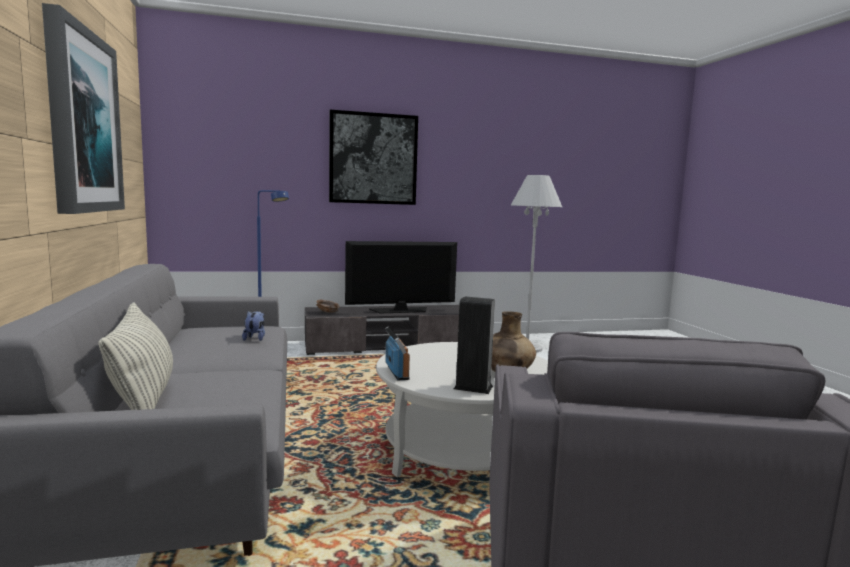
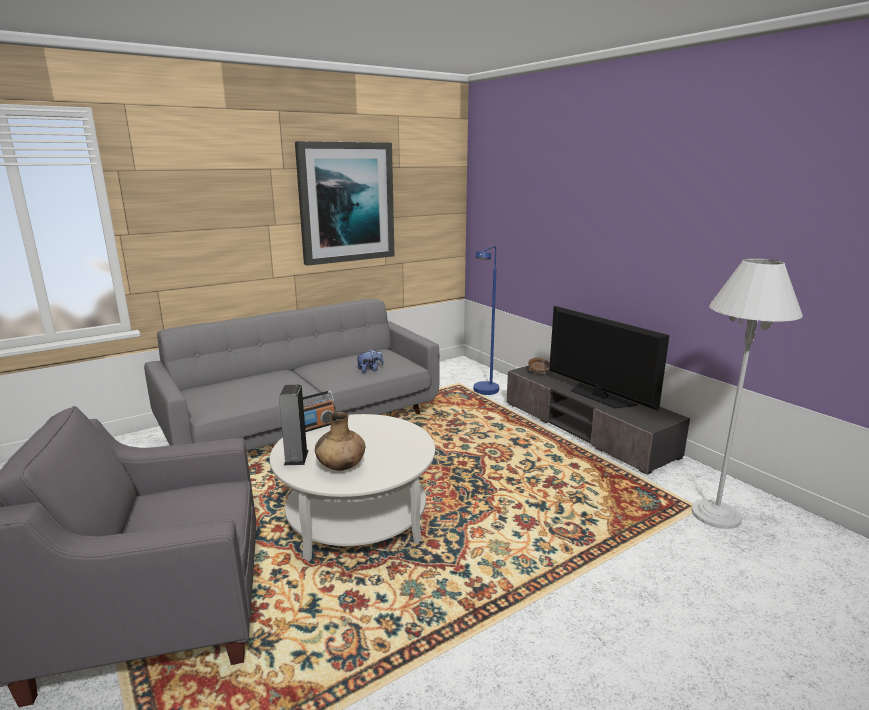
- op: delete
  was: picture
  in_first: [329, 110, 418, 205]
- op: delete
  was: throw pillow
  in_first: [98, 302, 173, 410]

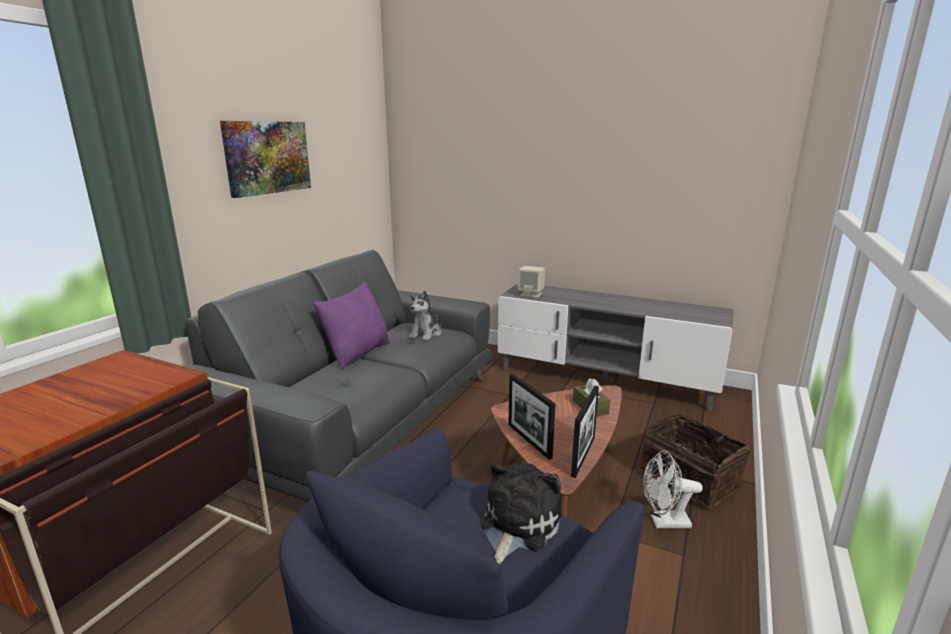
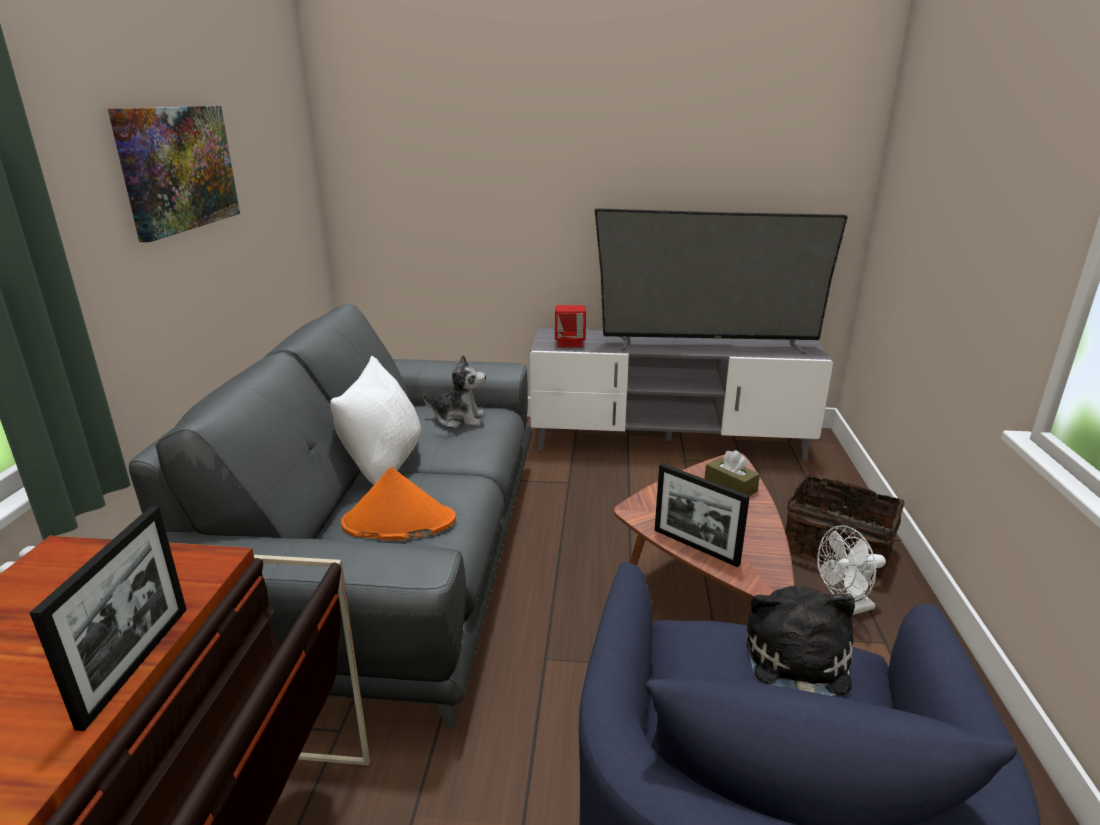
- op: recolor
  was: beige loudspeaker
  now: red-coloured loudspeaker
  in_first: [518, 266, 545, 298]
  in_second: [555, 305, 586, 347]
- op: recolor
  was: purplish throw pillow
  now: whitish throw pillow
  in_first: [314, 282, 389, 369]
  in_second: [330, 356, 421, 485]
- op: rotate
  was: plush toy
  in_first: [409, 291, 442, 341]
  in_second: [423, 355, 486, 428]
  clockwise: -90
- op: move
  was: picture frame
  in_first: [571, 386, 599, 478]
  in_second: [30, 507, 187, 731]
- op: insert
  now: TV set
  in_second: [595, 208, 848, 354]
- op: insert
  now: orange-coloured clothing hat
  in_second: [341, 467, 456, 540]

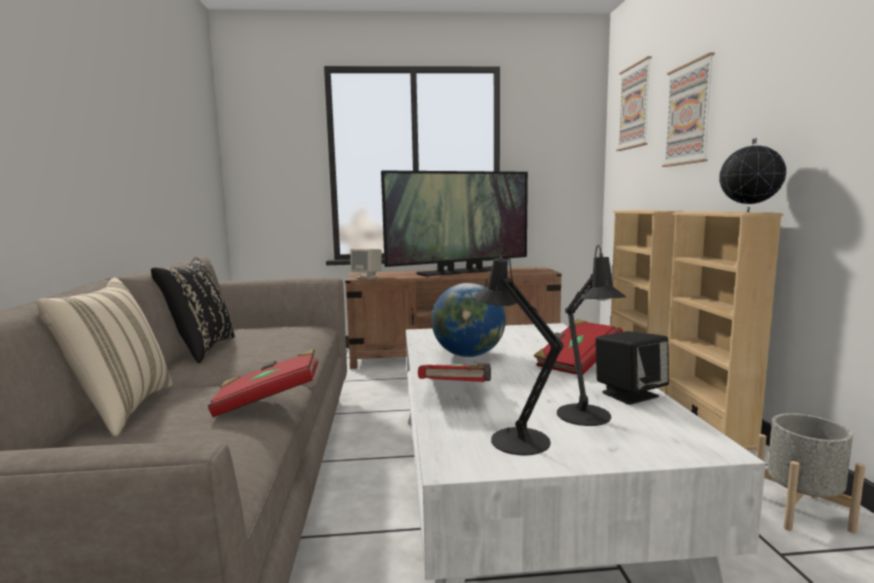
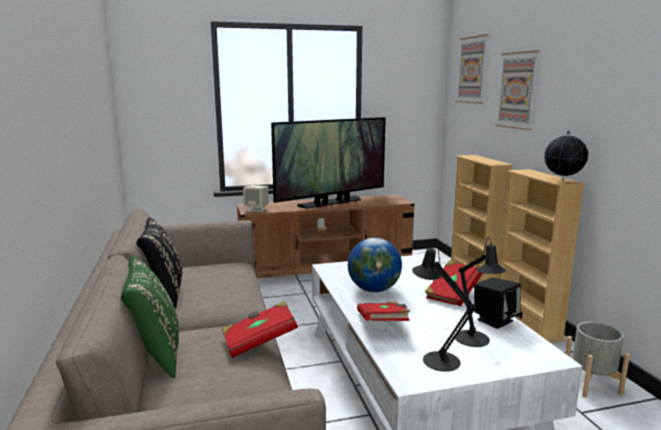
- op: recolor
  was: beige throw pillow
  now: green-coloured throw pillow
  in_first: [37, 277, 173, 436]
  in_second: [121, 256, 179, 378]

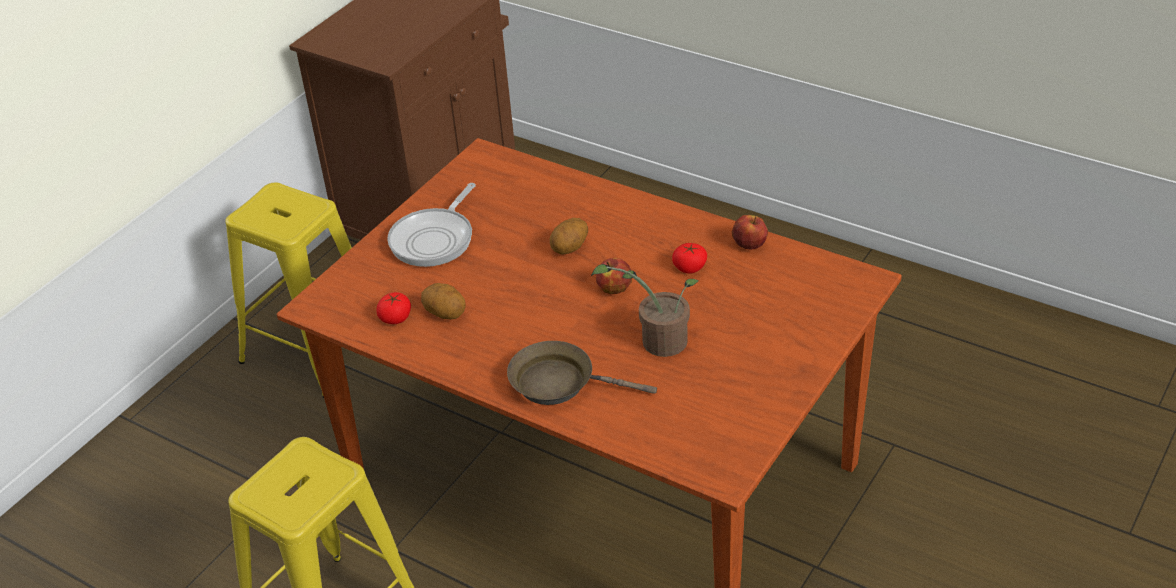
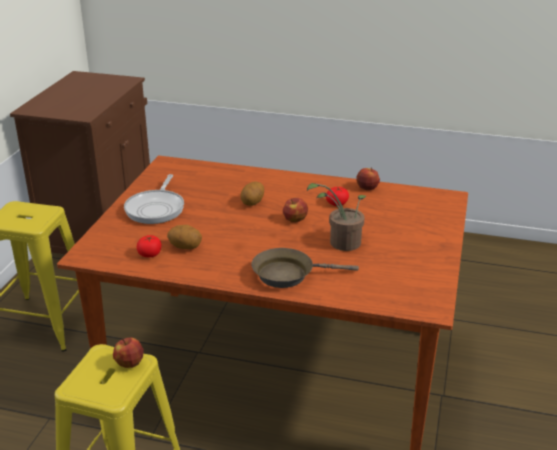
- op: insert
  now: apple fruit
  in_second: [113, 338, 143, 368]

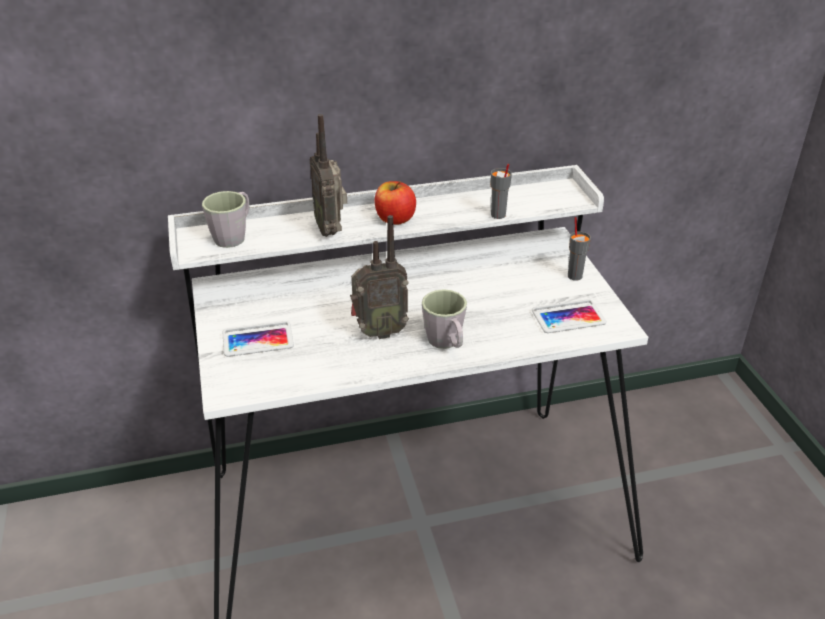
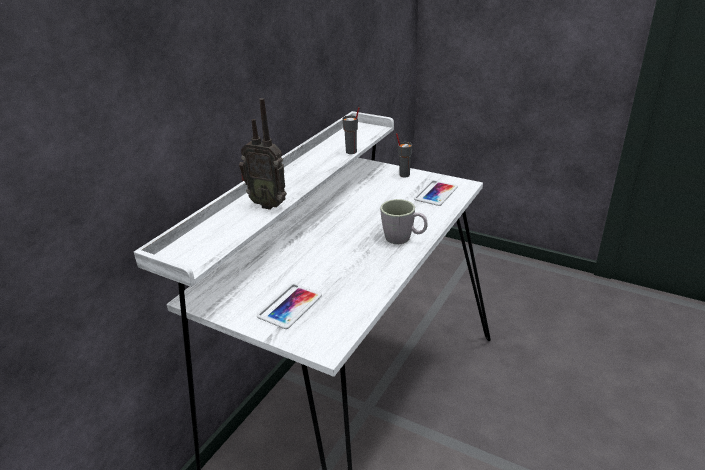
- op: delete
  was: apple fruit
  in_first: [375, 181, 416, 225]
- op: delete
  was: grey mug
  in_first: [202, 191, 250, 248]
- op: delete
  was: radio
  in_first: [350, 215, 409, 339]

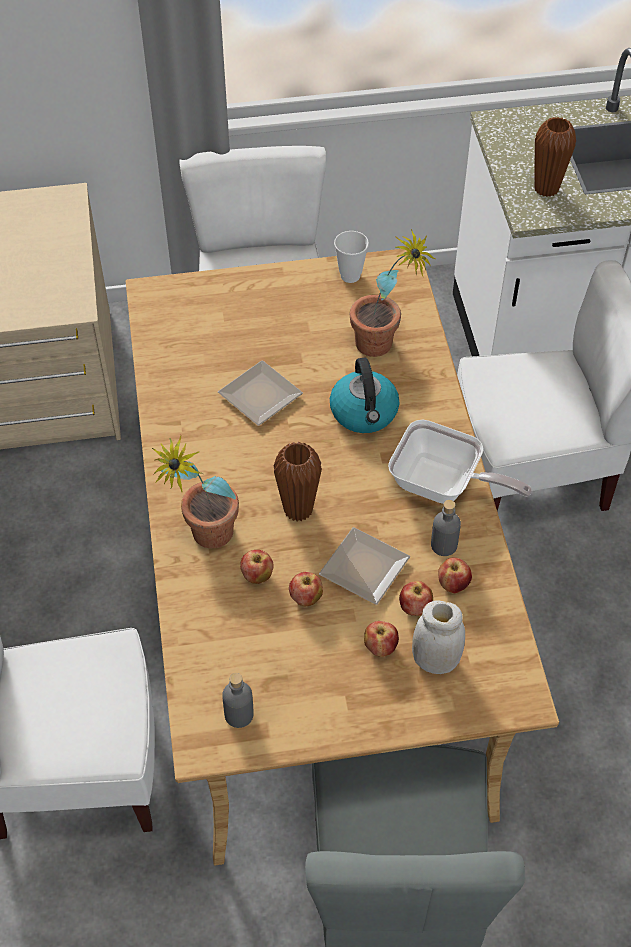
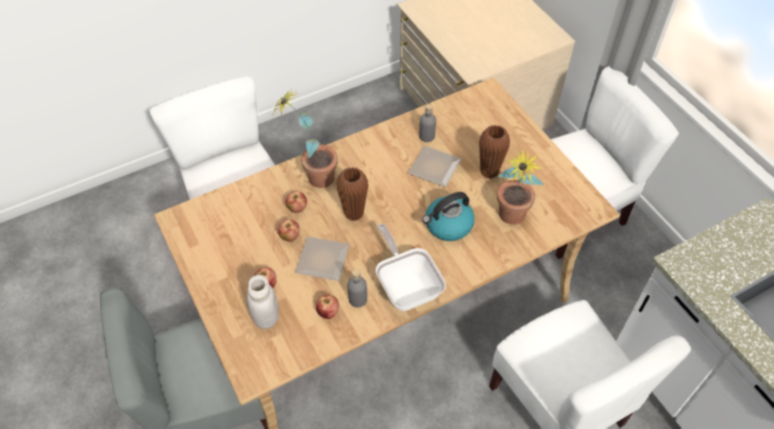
- op: move
  was: brown flower vase
  in_first: [534, 117, 576, 197]
  in_second: [479, 125, 510, 179]
- op: delete
  was: drinking cup
  in_first: [334, 231, 369, 283]
- op: rotate
  was: skillet
  in_first: [388, 420, 532, 504]
  in_second: [375, 223, 446, 311]
  clockwise: 150
- op: delete
  was: apple fruit
  in_first: [399, 581, 433, 616]
- op: move
  was: grey drink bottle
  in_first: [222, 673, 253, 728]
  in_second: [419, 104, 436, 142]

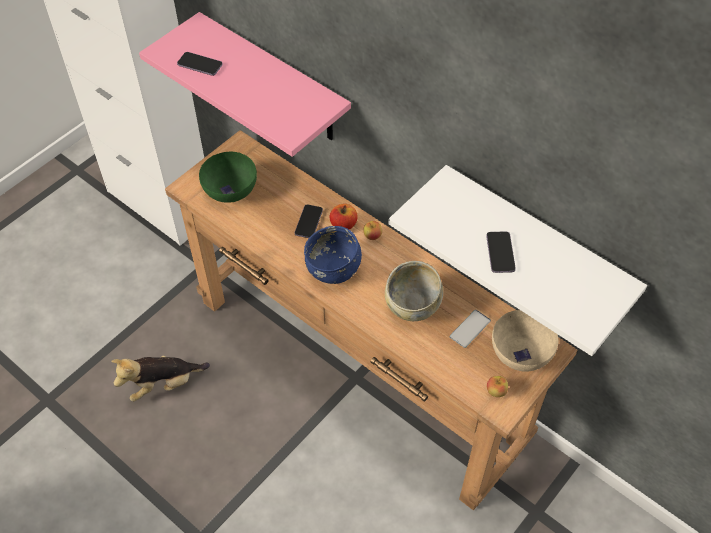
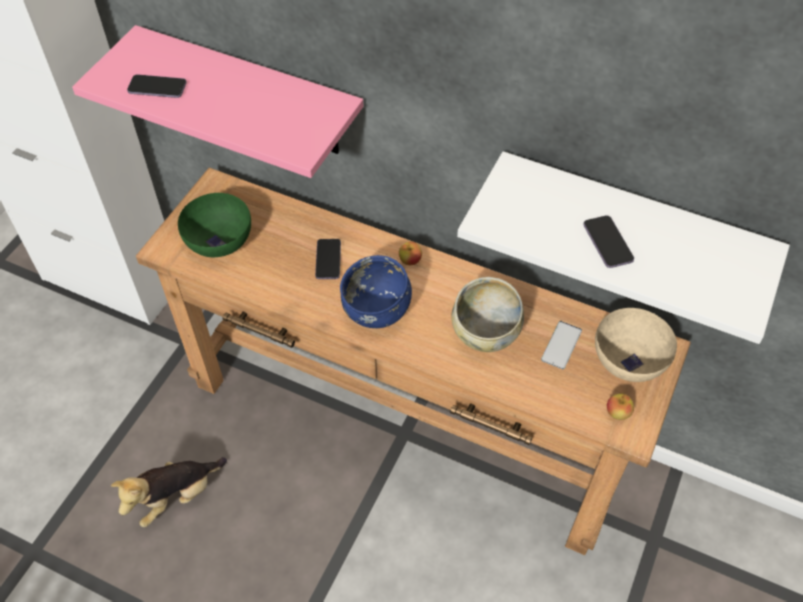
- op: delete
  was: apple fruit
  in_first: [330, 204, 358, 230]

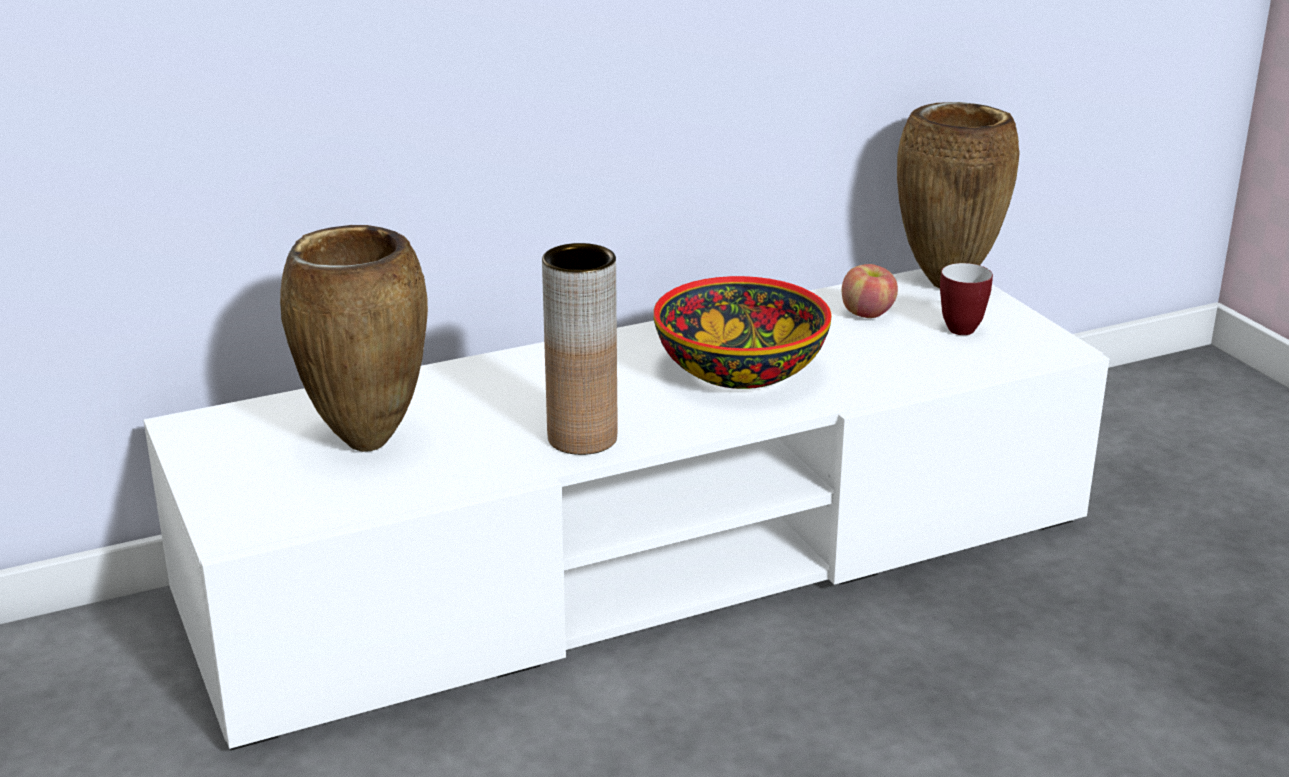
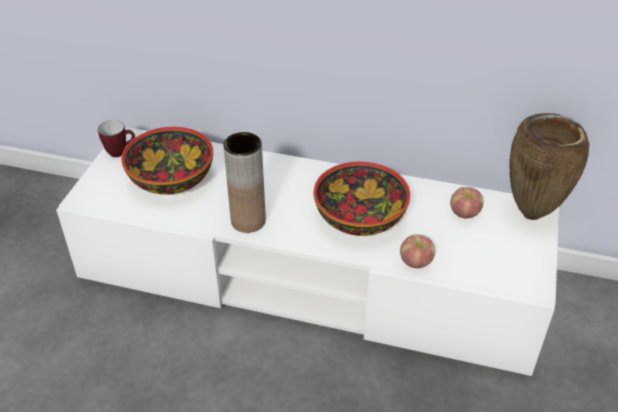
- op: replace
  was: brown flower vase
  now: bowl
  in_first: [280, 225, 428, 452]
  in_second: [121, 127, 213, 195]
- op: move
  was: mug
  in_first: [940, 263, 993, 335]
  in_second: [98, 120, 135, 157]
- op: insert
  now: apple fruit
  in_second: [400, 234, 435, 268]

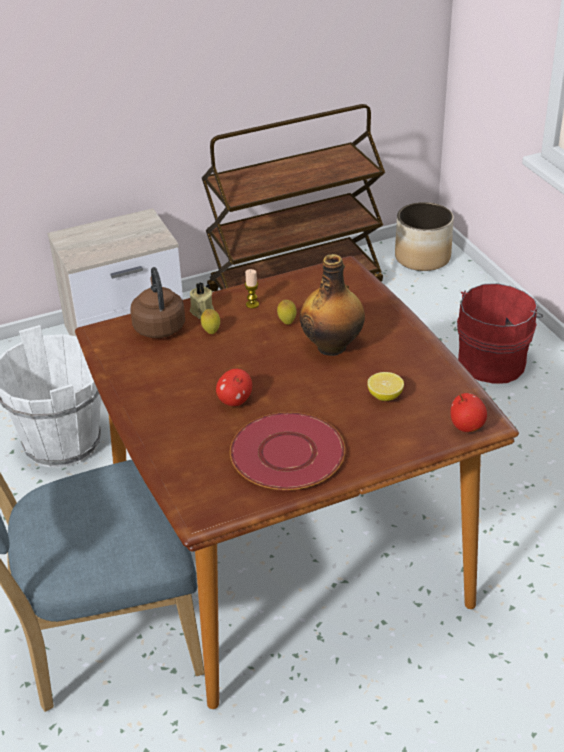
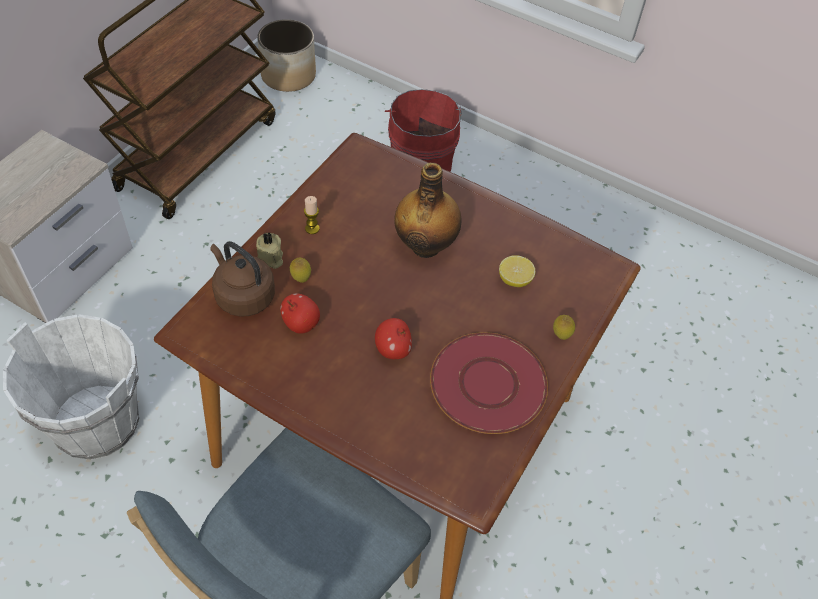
- op: move
  was: citrus fruit
  in_first: [277, 300, 297, 325]
  in_second: [553, 315, 575, 340]
- op: move
  was: apple fruit
  in_first: [451, 393, 487, 432]
  in_second: [280, 293, 320, 334]

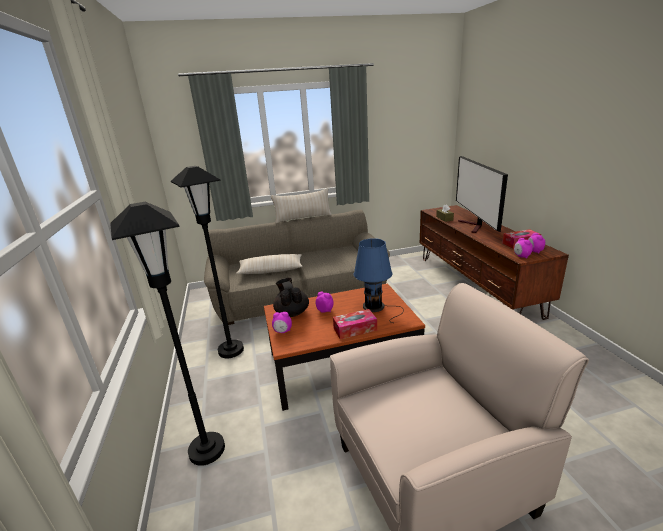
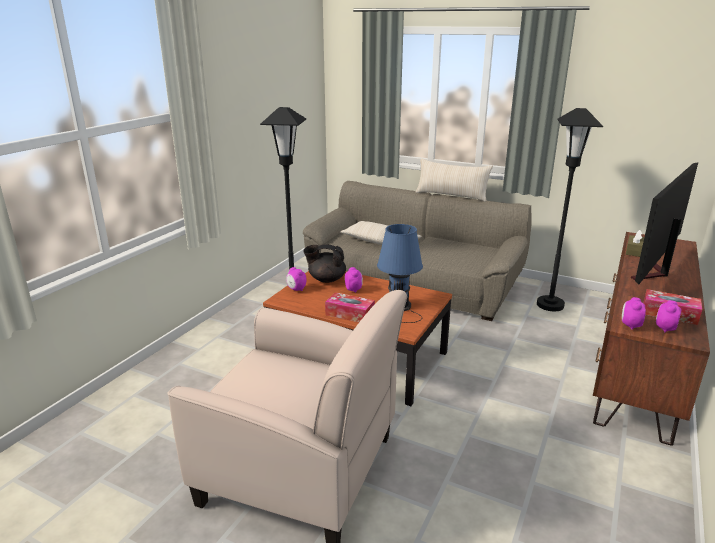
- op: move
  was: black-coloured standard lamp
  in_first: [110, 202, 225, 466]
  in_second: [537, 108, 603, 311]
- op: rotate
  was: black-coloured pot for tea
  in_first: [273, 278, 309, 317]
  in_second: [303, 244, 346, 283]
  clockwise: -105

